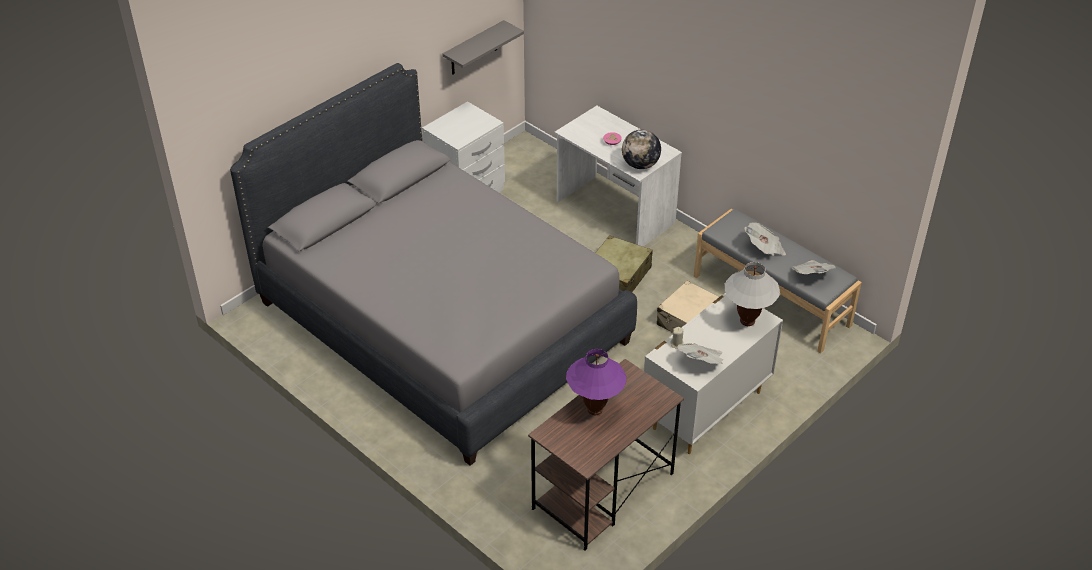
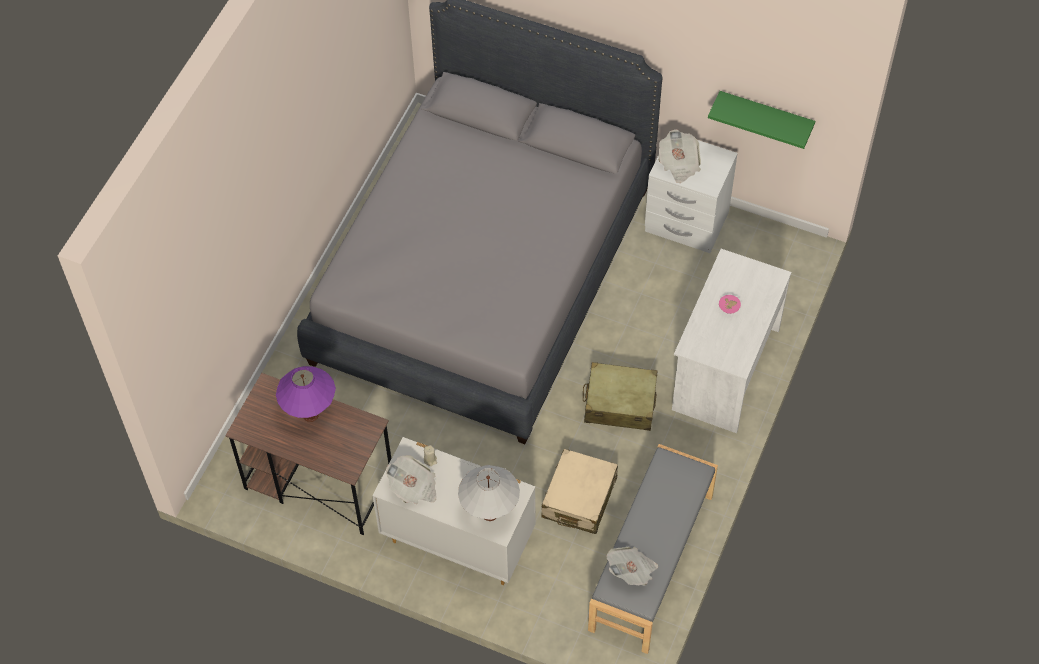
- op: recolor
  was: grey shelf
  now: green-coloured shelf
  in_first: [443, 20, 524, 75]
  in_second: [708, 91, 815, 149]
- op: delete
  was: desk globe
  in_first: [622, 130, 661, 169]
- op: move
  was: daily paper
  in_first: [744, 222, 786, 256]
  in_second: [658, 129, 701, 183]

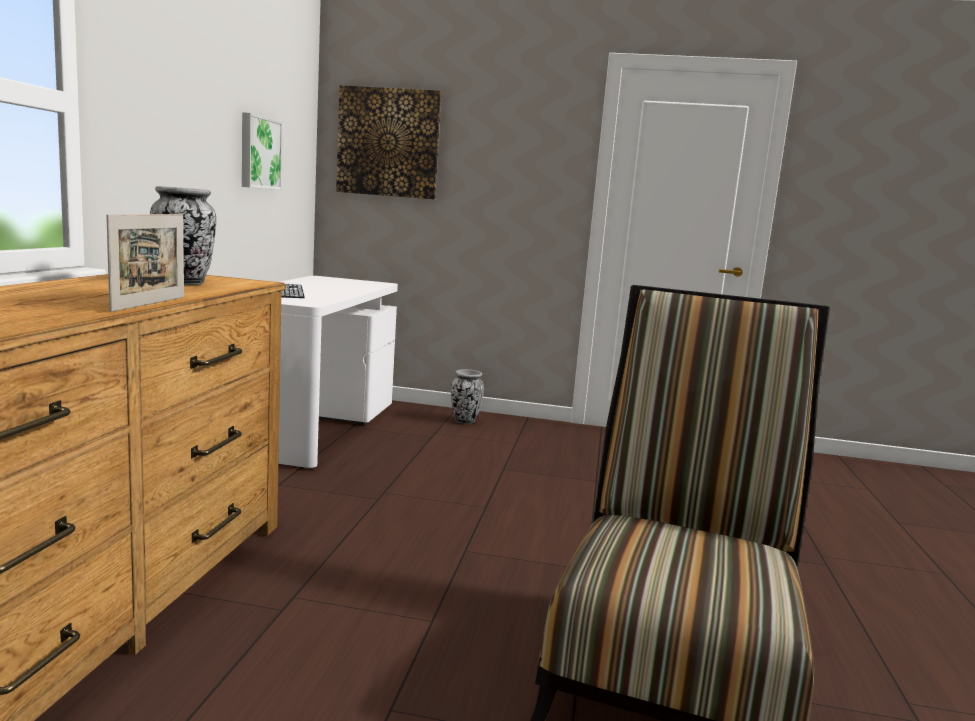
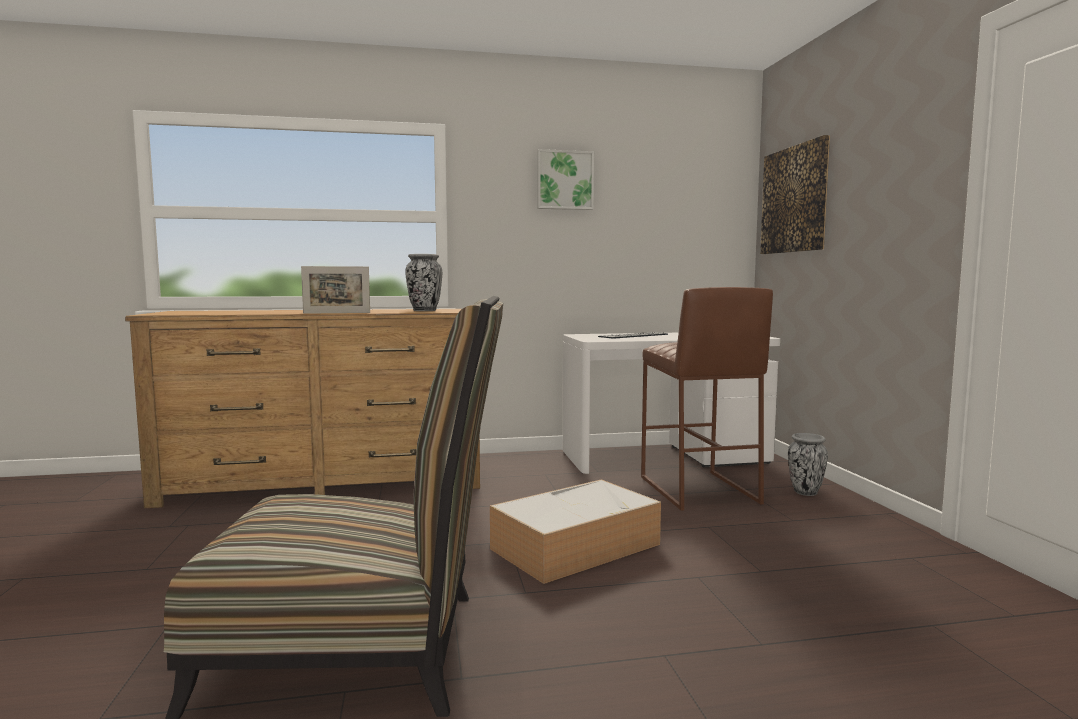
- op: move
  was: picture
  in_first: [242, 112, 283, 190]
  in_second: [537, 149, 594, 210]
- op: insert
  now: brown stool seat
  in_second: [641, 287, 773, 511]
- op: insert
  now: storage box
  in_second: [490, 479, 661, 584]

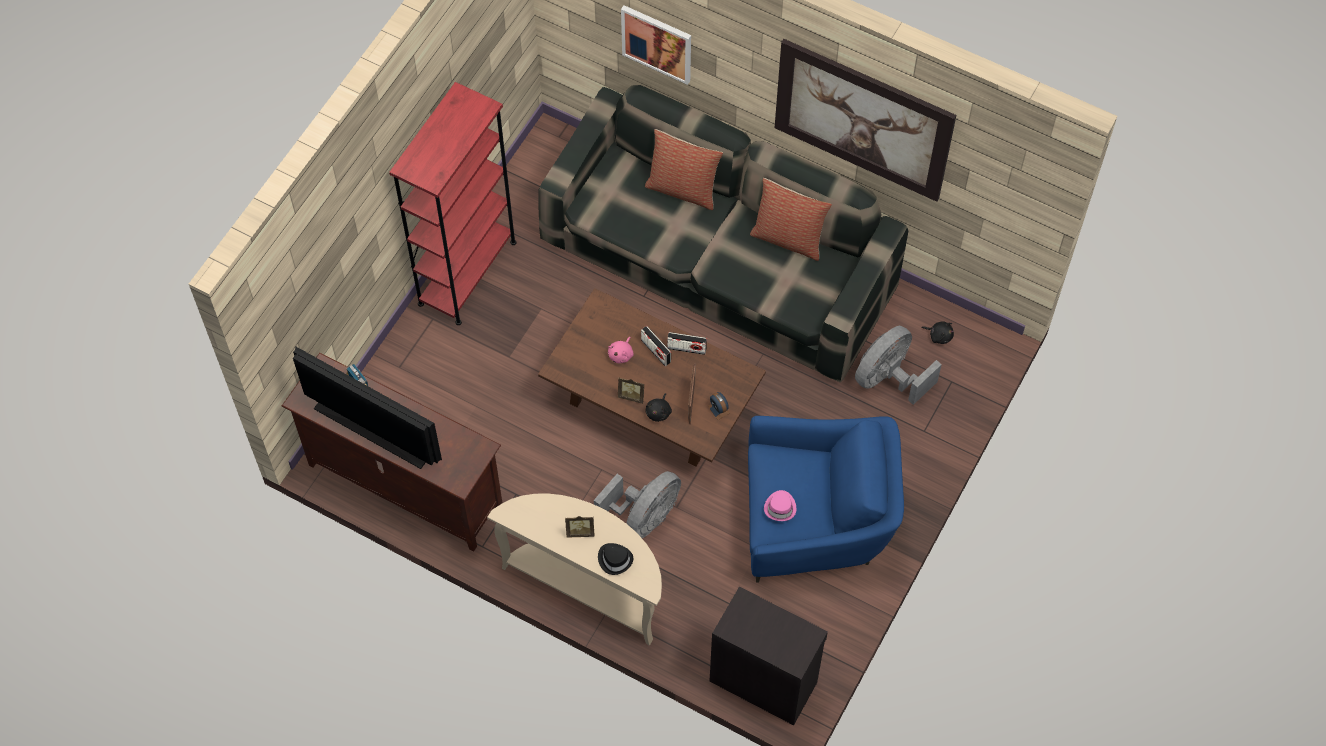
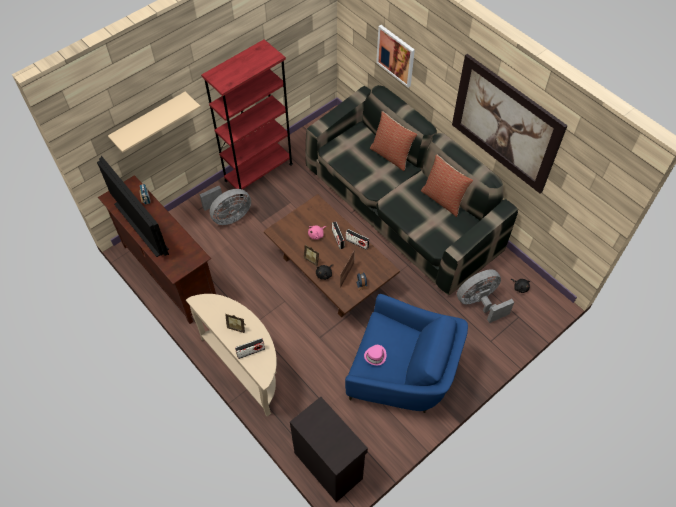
- op: move
  was: grey electric fan
  in_first: [594, 471, 681, 538]
  in_second: [199, 186, 251, 225]
- op: replace
  was: black-coloured clothing hat
  now: radio
  in_first: [598, 543, 633, 575]
  in_second: [235, 338, 265, 359]
- op: insert
  now: beige shelf
  in_second: [108, 92, 200, 153]

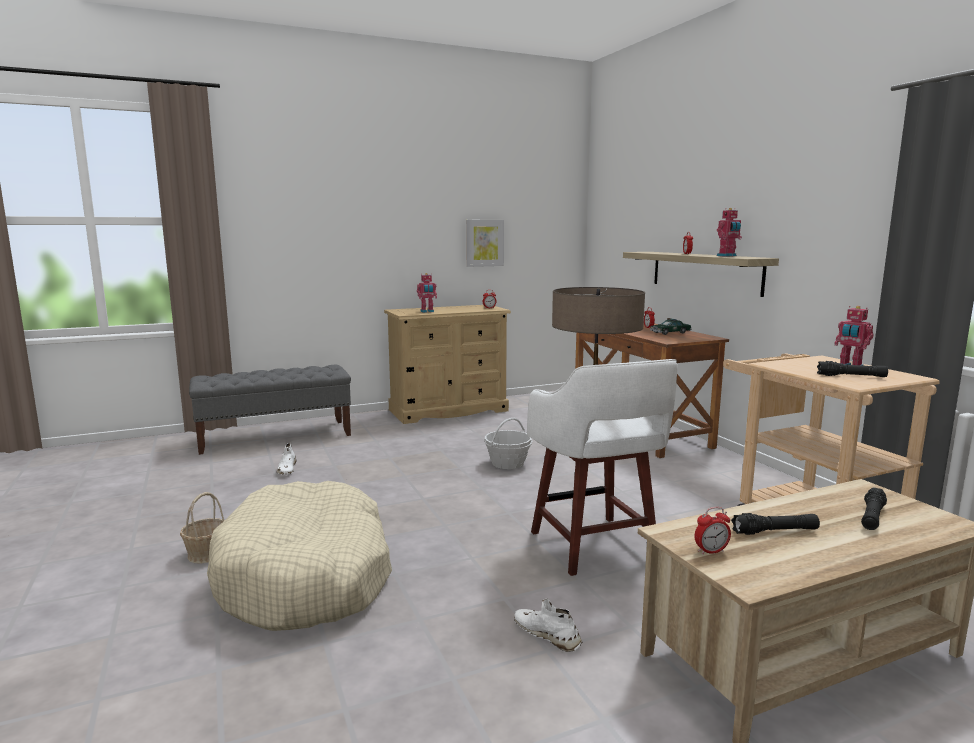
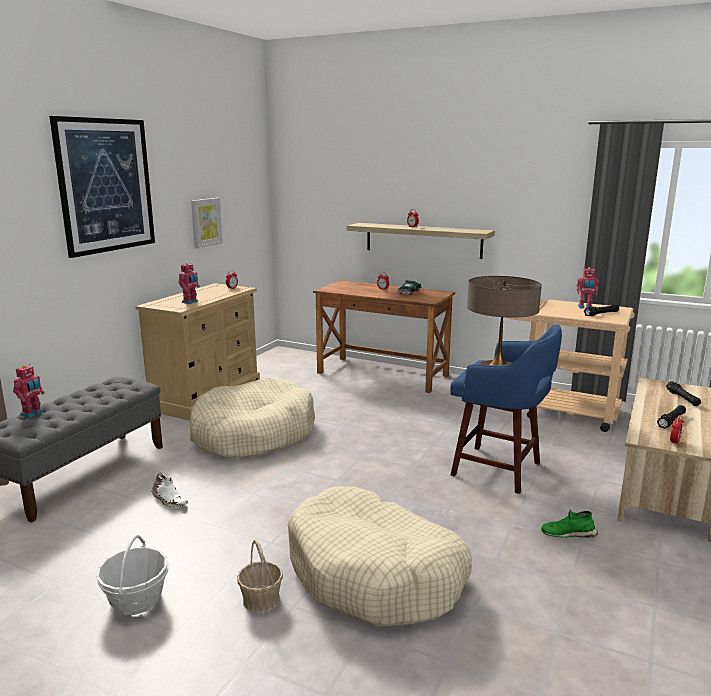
- op: move
  was: robot figure
  in_first: [717, 208, 742, 257]
  in_second: [13, 364, 45, 418]
- op: recolor
  was: whitish stool seat
  now: bluish stool seat
  in_first: [527, 359, 678, 576]
  in_second: [450, 325, 562, 494]
- op: move
  was: storage basket
  in_first: [484, 418, 533, 469]
  in_second: [96, 535, 169, 615]
- op: recolor
  was: whitish item of footwear
  now: green-coloured item of footwear
  in_first: [514, 599, 582, 652]
  in_second: [541, 509, 598, 538]
- op: insert
  now: picture
  in_second: [49, 116, 155, 258]
- op: insert
  now: beige pet bed
  in_second: [190, 377, 315, 458]

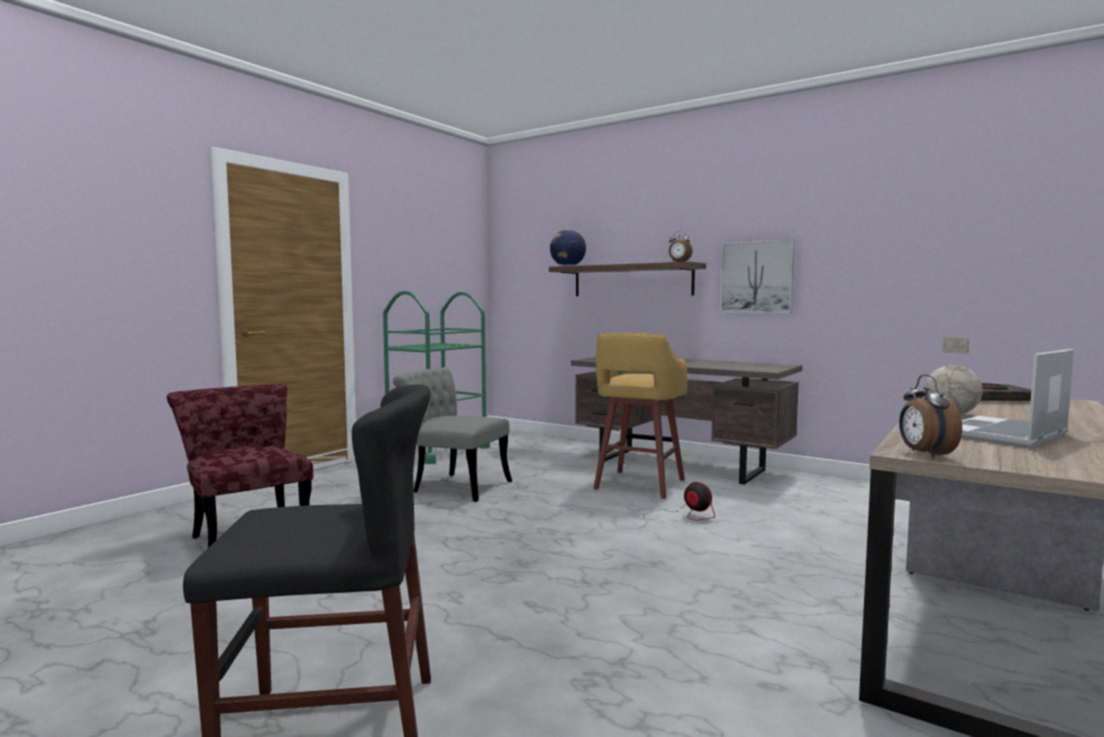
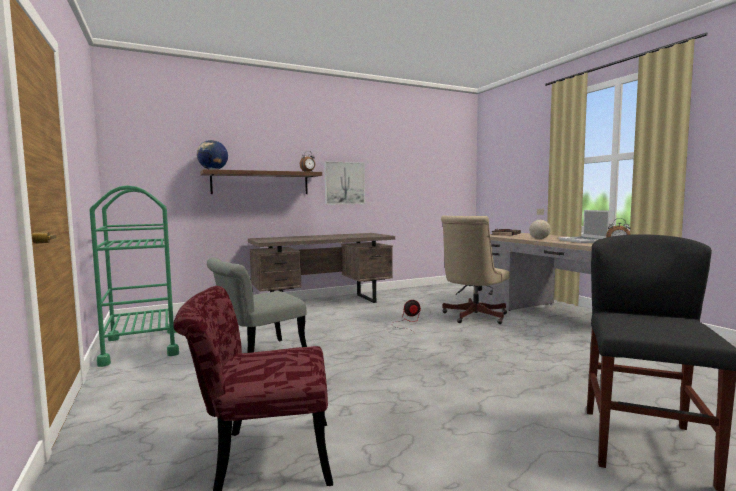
- op: delete
  was: yellowish stool seat
  in_first: [593, 333, 687, 499]
- op: insert
  now: beige computer chair
  in_second: [441, 216, 510, 324]

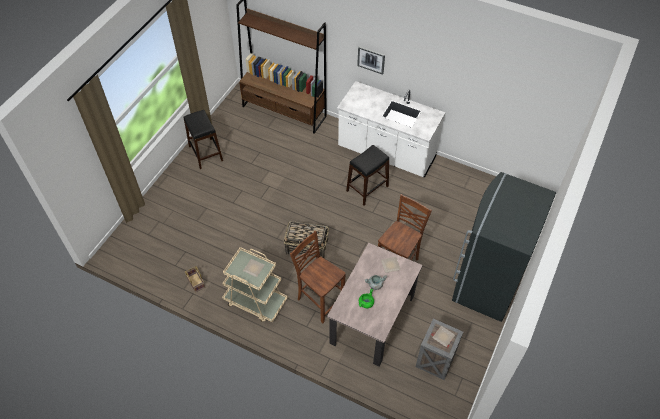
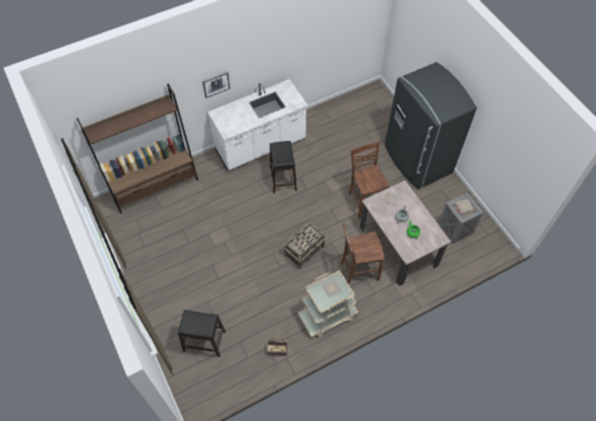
- op: move
  was: black-coloured stool seat
  in_first: [183, 110, 223, 169]
  in_second: [178, 310, 226, 357]

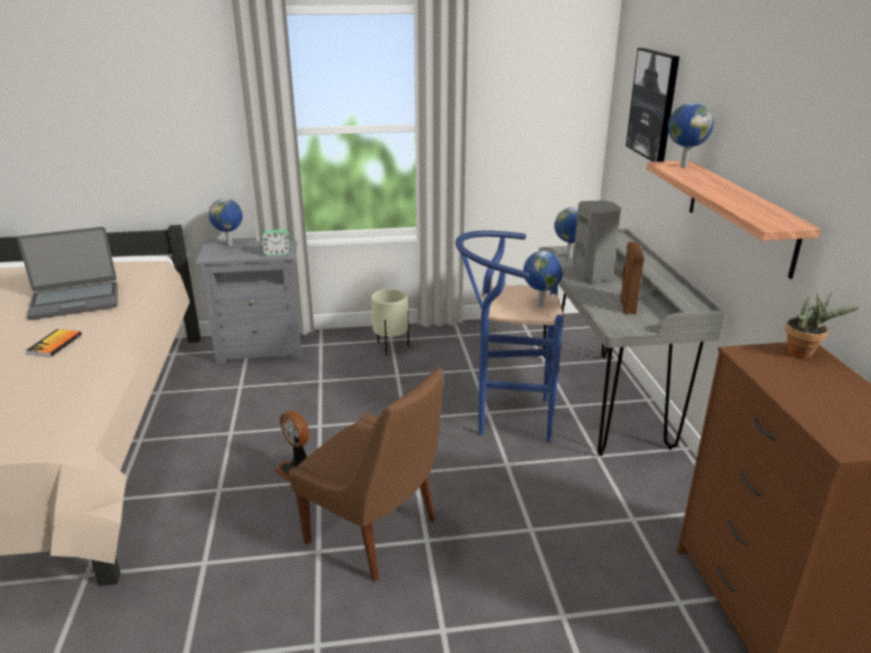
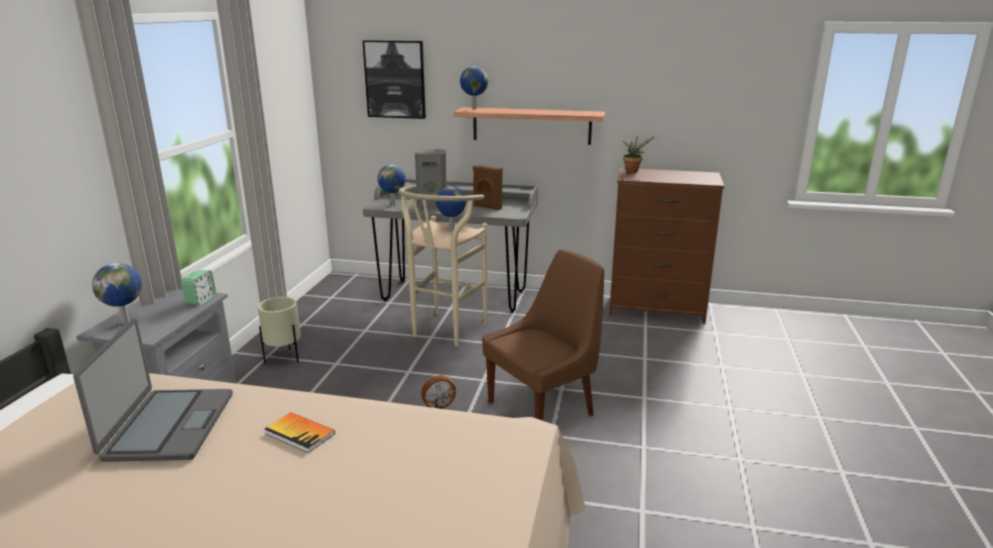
- op: recolor
  was: bluish stool seat
  now: beige stool seat
  in_first: [455, 230, 563, 442]
  in_second: [398, 185, 487, 346]

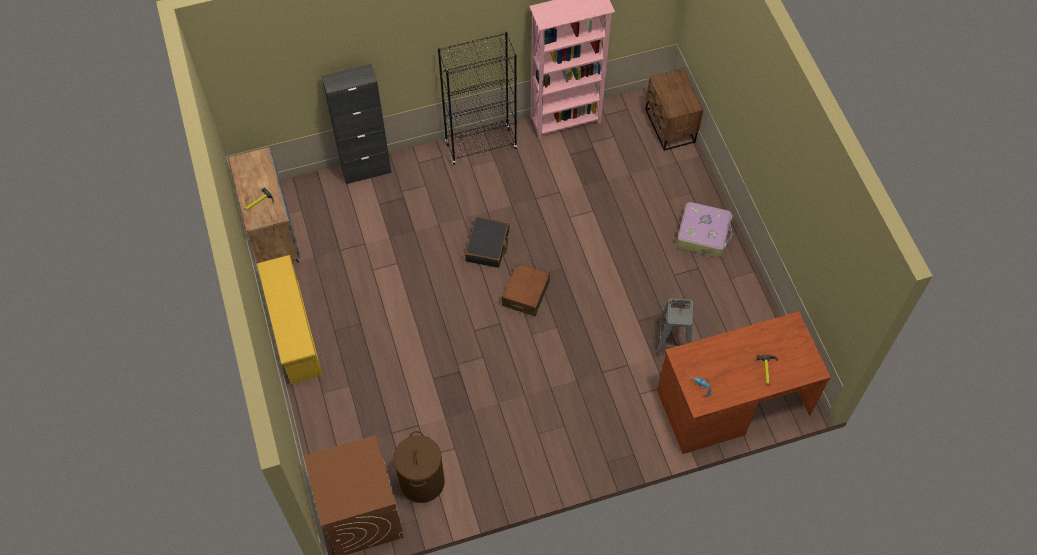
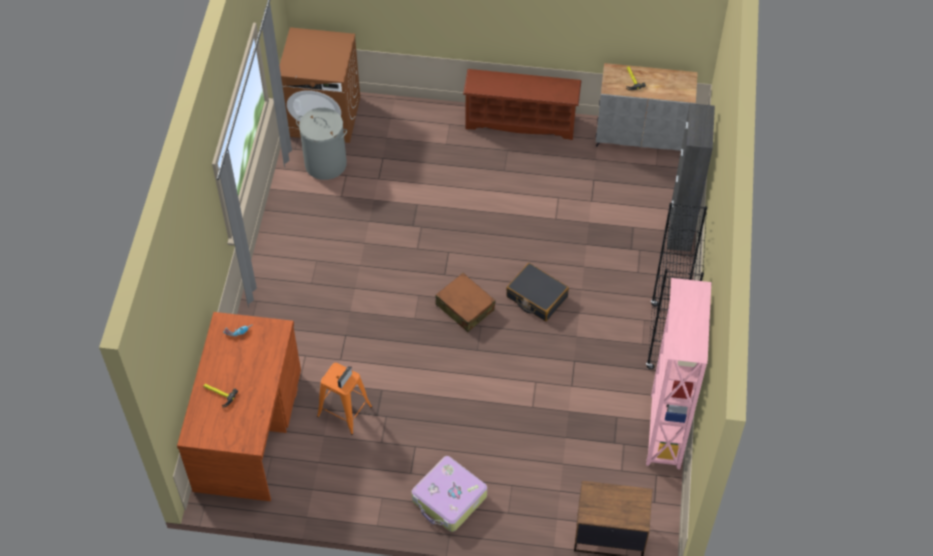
- op: recolor
  was: yellowish shoe stand
  now: brown shoe stand
  in_first: [257, 255, 323, 384]
  in_second: [463, 69, 581, 140]
- op: recolor
  was: grey stool seat
  now: orange-coloured stool seat
  in_first: [656, 298, 693, 355]
  in_second: [317, 363, 372, 435]
- op: recolor
  was: brown hamper
  now: grey hamper
  in_first: [393, 431, 445, 503]
  in_second: [296, 108, 347, 180]

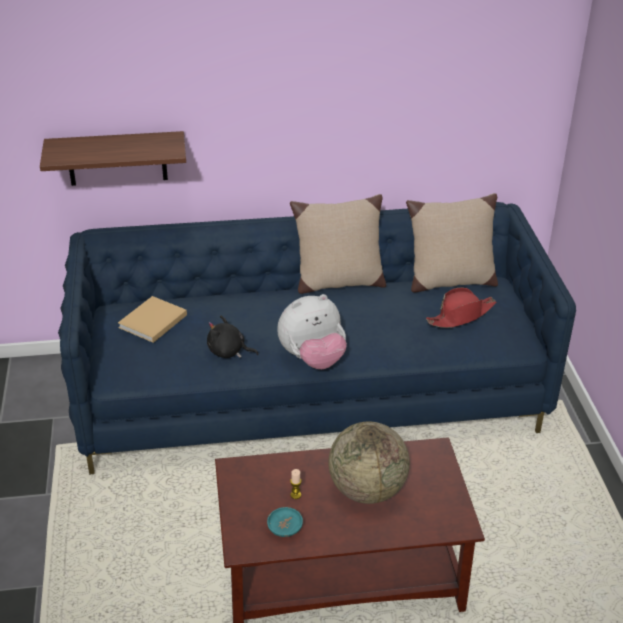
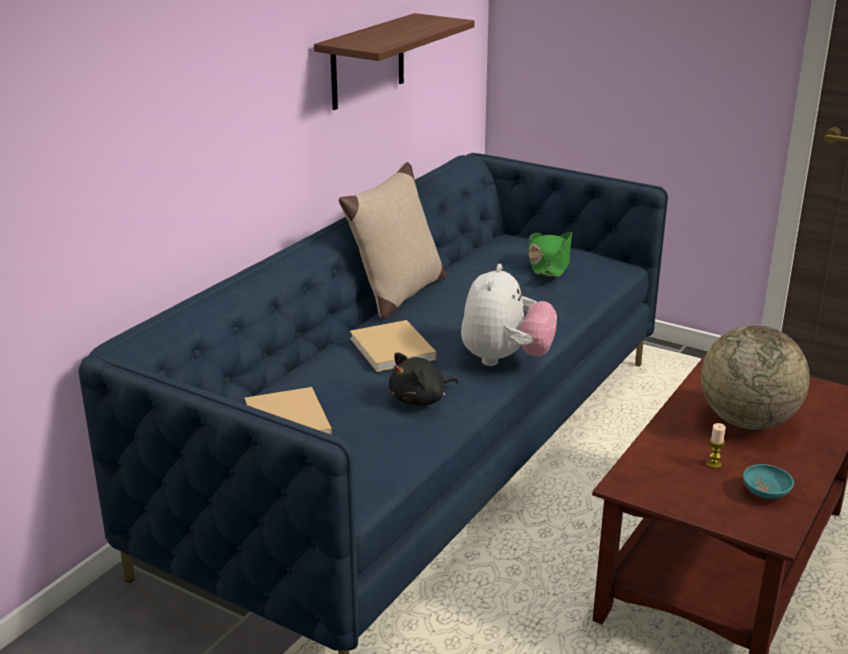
- op: move
  was: shelf
  in_first: [40, 131, 186, 186]
  in_second: [314, 13, 474, 110]
- op: delete
  was: beige throw pillow
  in_first: [406, 193, 498, 293]
- op: recolor
  was: red-coloured clothing hat
  now: green-coloured clothing hat
  in_first: [426, 288, 496, 328]
  in_second: [528, 232, 572, 277]
- op: insert
  now: beige book
  in_second: [350, 320, 436, 372]

